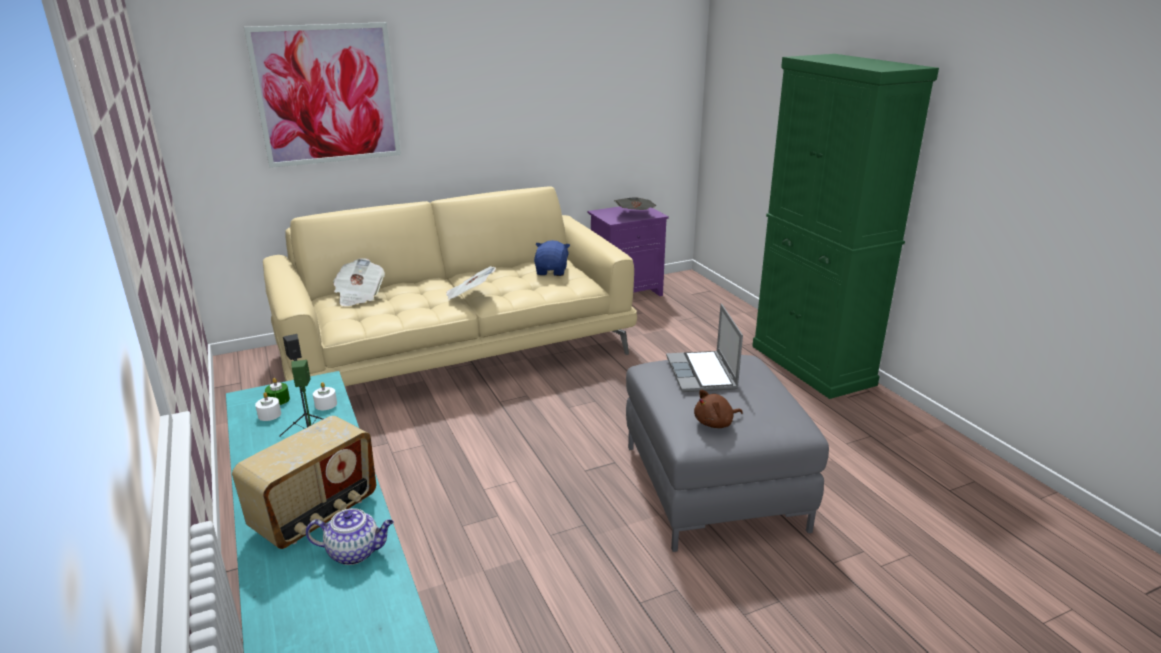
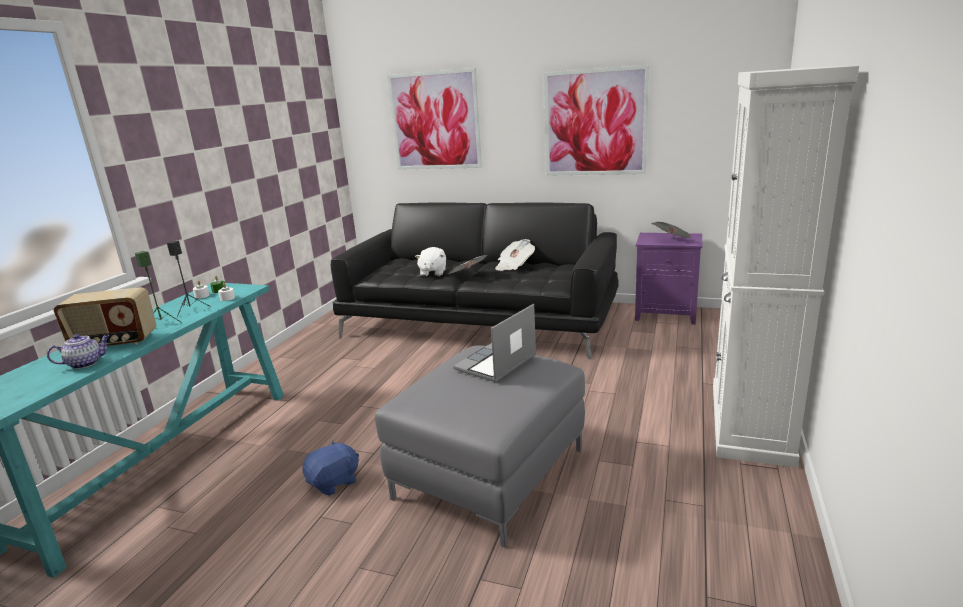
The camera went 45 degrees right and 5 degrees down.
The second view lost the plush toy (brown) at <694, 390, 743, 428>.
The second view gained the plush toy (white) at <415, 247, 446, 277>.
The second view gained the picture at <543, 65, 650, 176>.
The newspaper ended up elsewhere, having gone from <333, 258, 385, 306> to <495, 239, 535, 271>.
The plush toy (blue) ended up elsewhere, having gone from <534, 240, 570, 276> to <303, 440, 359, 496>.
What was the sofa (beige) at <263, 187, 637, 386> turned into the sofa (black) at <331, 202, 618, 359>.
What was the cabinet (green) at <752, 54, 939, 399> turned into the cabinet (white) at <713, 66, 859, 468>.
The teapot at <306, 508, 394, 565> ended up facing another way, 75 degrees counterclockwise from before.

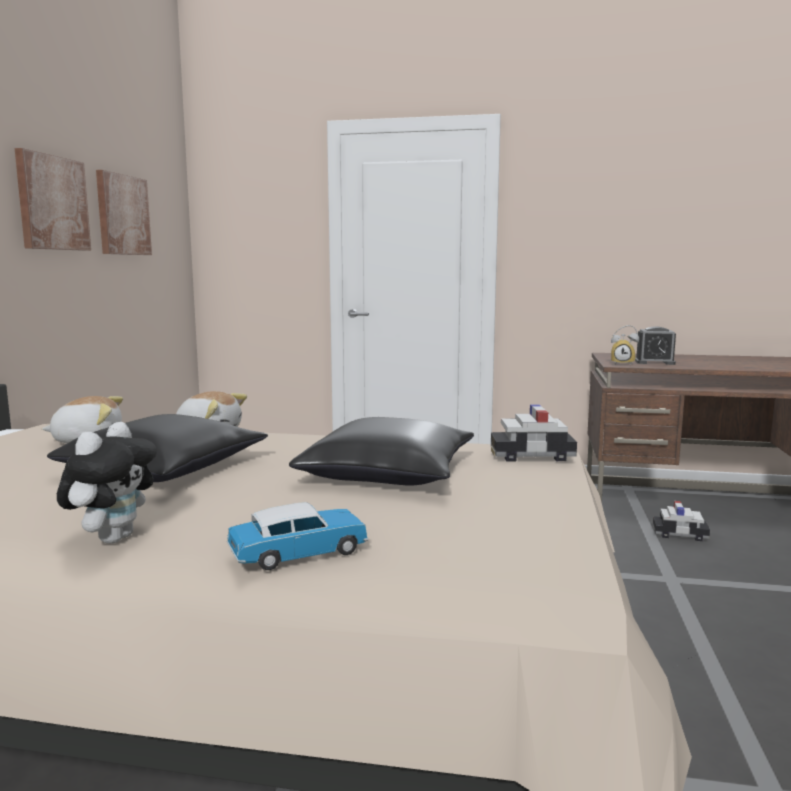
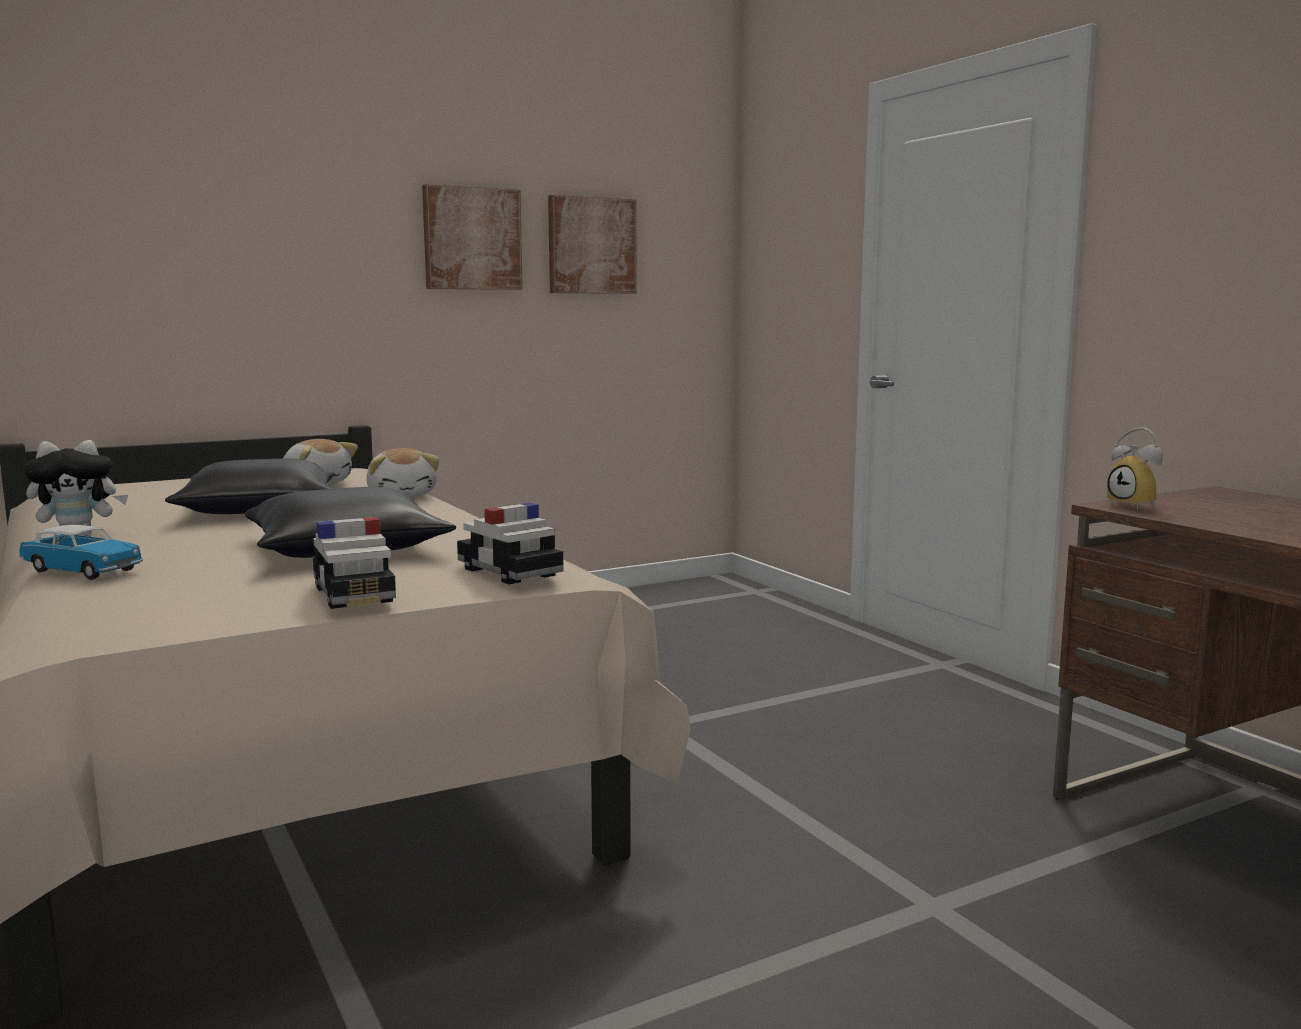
The camera went 50 degrees right and 0 degrees up.
The second view lost the alarm clock at <635, 326, 676, 365>.
The toy car ended up elsewhere, having gone from <653, 501, 710, 541> to <313, 517, 396, 609>.

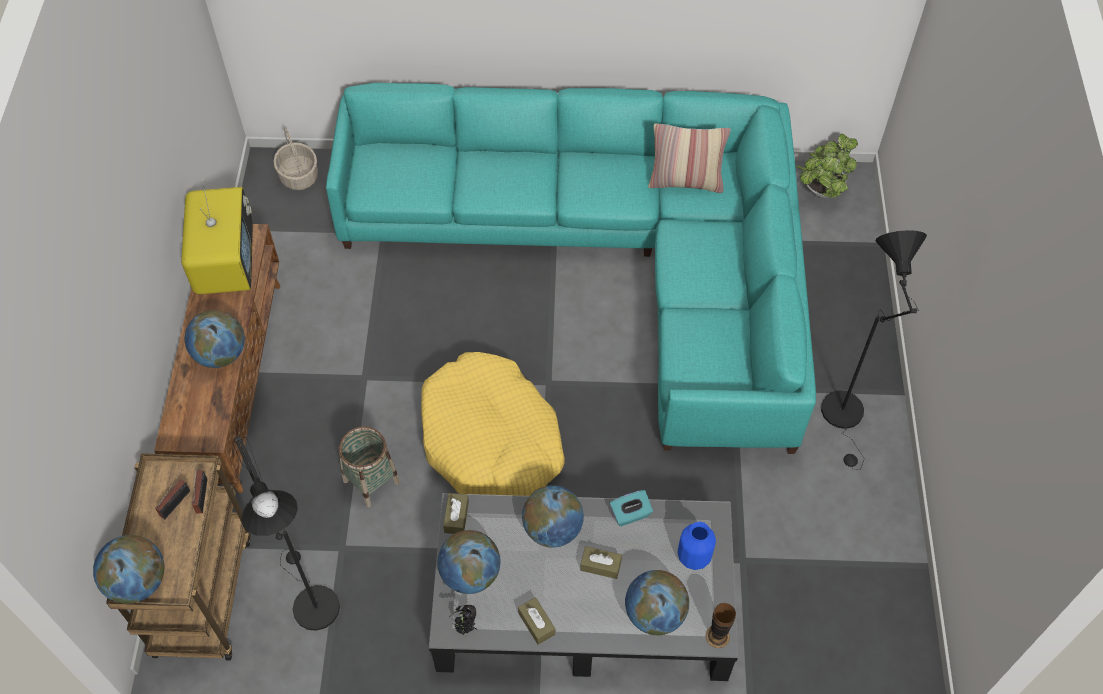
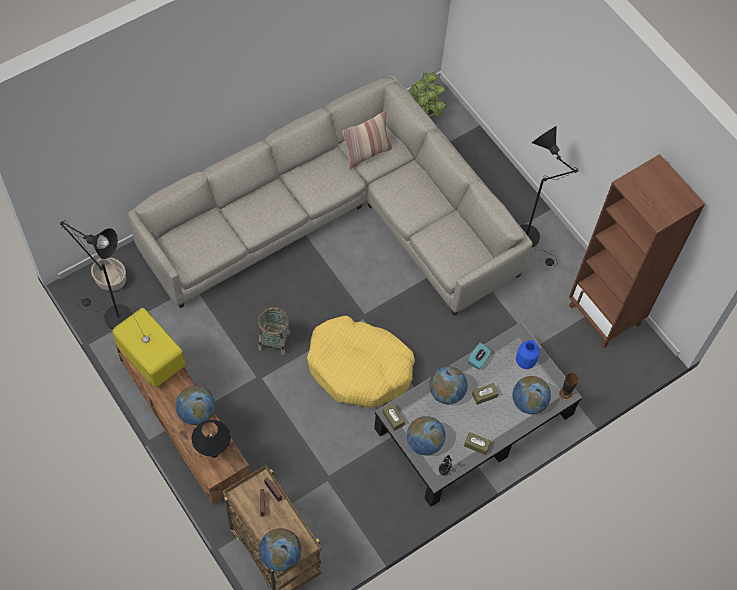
The camera went 40 degrees left and 5 degrees up.
The second view gained the table lamp (black) at <191, 420, 231, 458>.
The second view gained the bookcase (brown) at <569, 154, 705, 348>.
The floor lamp (black) ended up elsewhere, having gone from <233, 436, 340, 631> to <60, 220, 132, 329>.
The basket ended up elsewhere, having gone from <338, 426, 400, 508> to <258, 307, 290, 355>.
What was the sofa (turquoise) at <326, 83, 816, 454> turned into the sofa (grey) at <128, 74, 532, 316>.

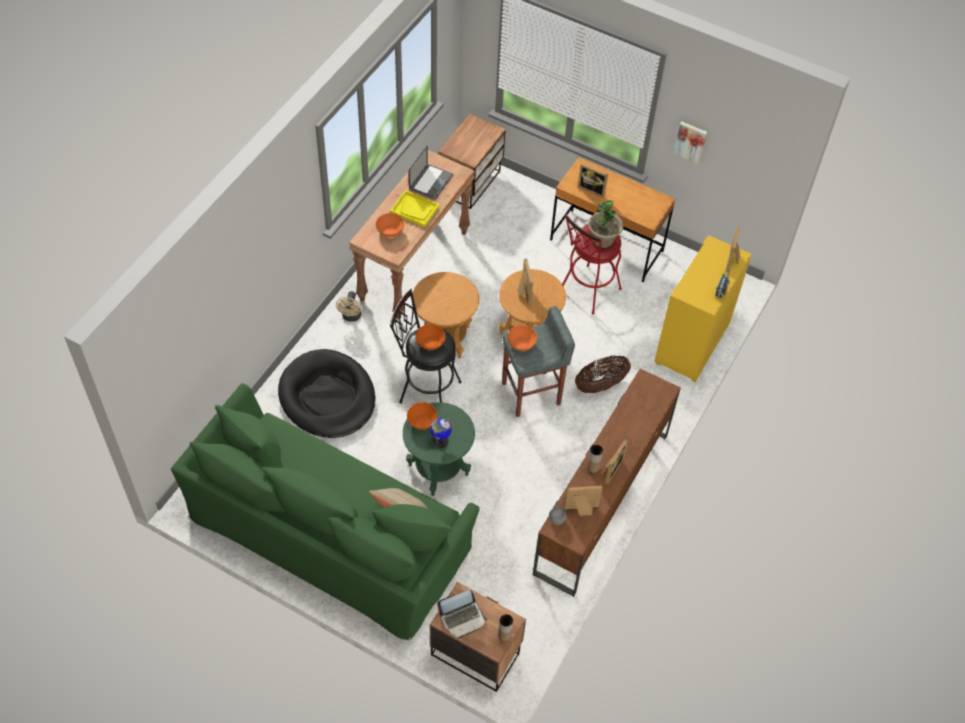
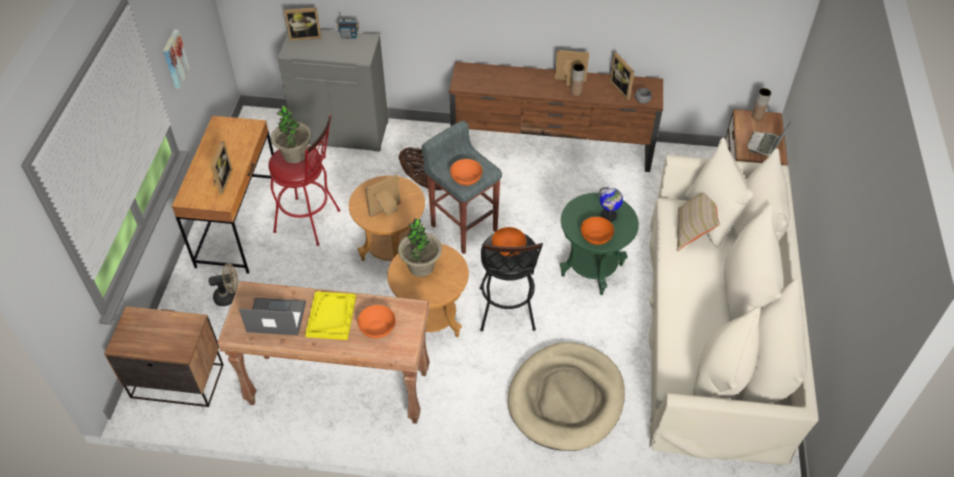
The camera went 110 degrees left and 5 degrees down.
The second view gained the potted plant at <398, 219, 442, 277>.
The fan (beige) ended up elsewhere, having gone from <336, 291, 361, 322> to <208, 263, 238, 306>.
What was the sofa (green) at <171, 383, 479, 640> turned into the sofa (beige) at <649, 137, 819, 465>.
What was the dog bed (black) at <278, 349, 375, 438> turned into the dog bed (beige) at <508, 342, 625, 451>.
What was the cabinet (yellow) at <654, 235, 752, 382> turned into the cabinet (grey) at <278, 30, 388, 152>.
The laptop at <437, 590, 487, 639> ended up facing another way, 105 degrees counterclockwise from before.

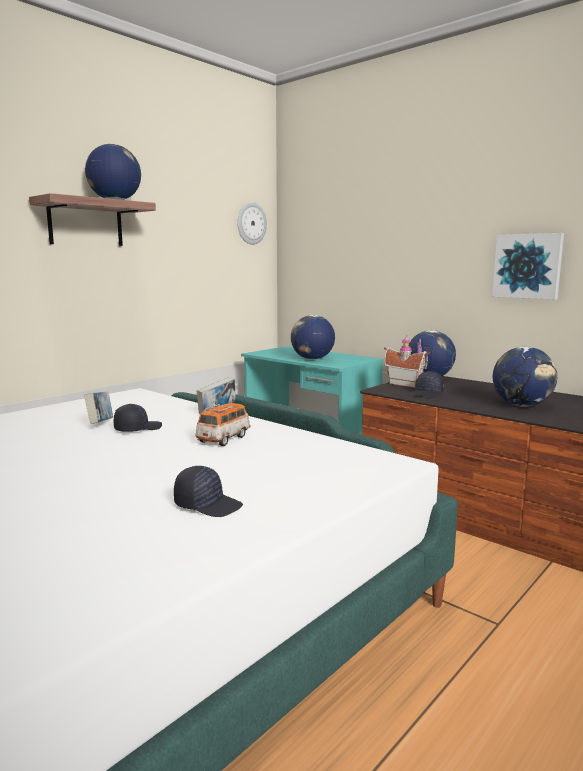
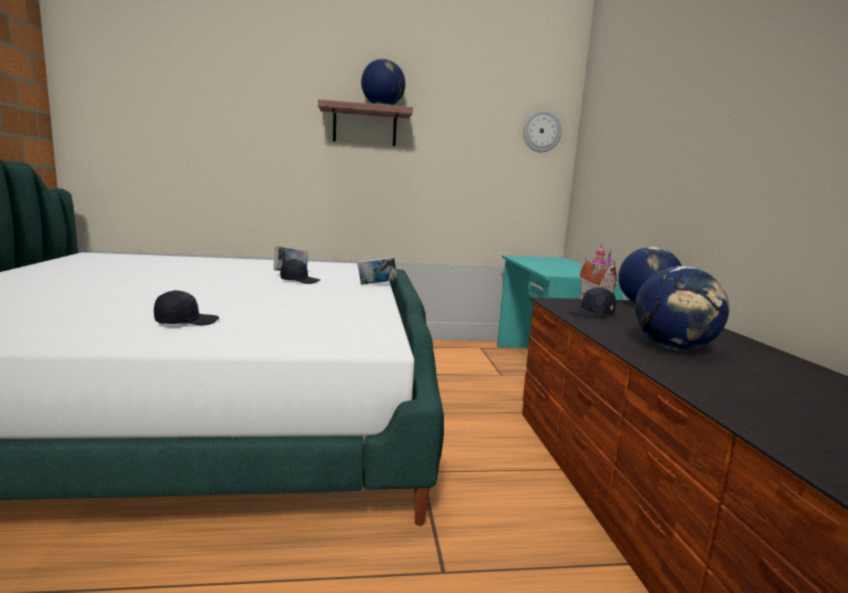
The camera went 40 degrees right and 0 degrees up.
The second view lost the toy car at <195, 403, 250, 446>.
The second view lost the globe at <291, 315, 335, 360>.
The second view lost the picture at <492, 233, 564, 299>.
The cap (black) at <174, 466, 243, 517> ended up facing another way, 90 degrees counterclockwise from before.

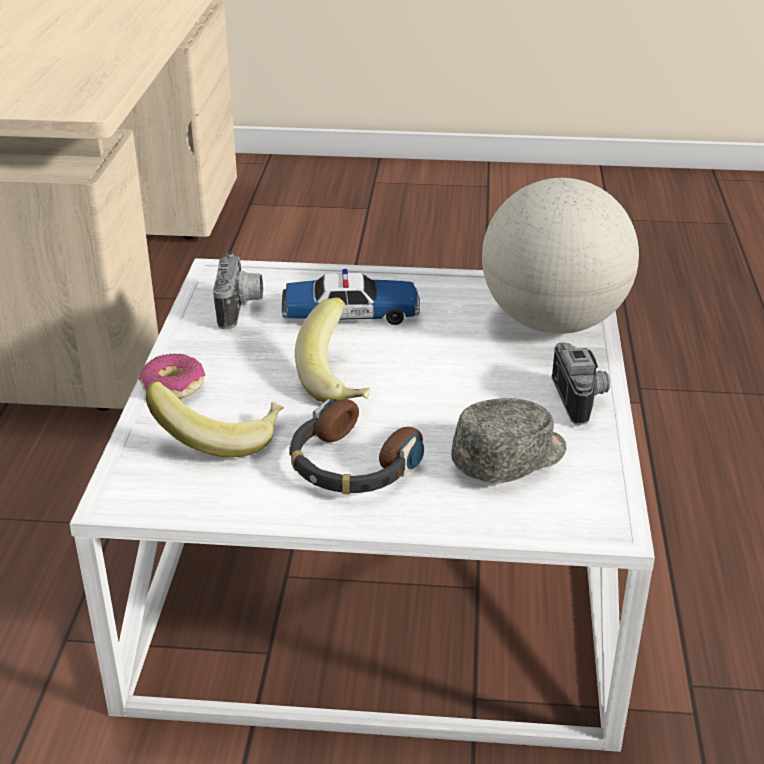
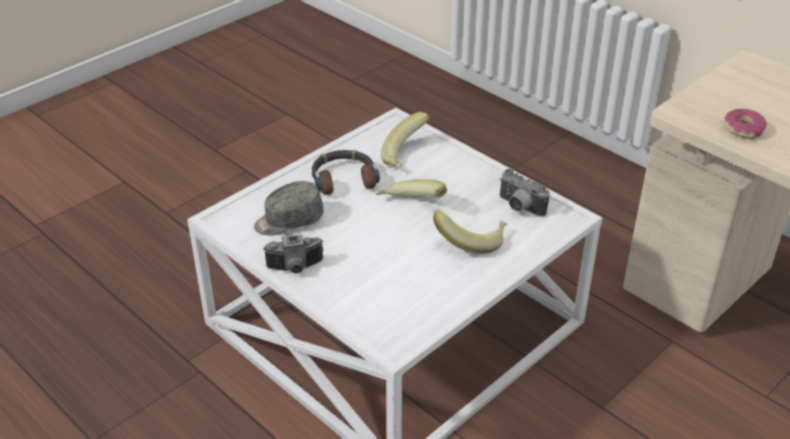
The camera went 130 degrees right and 5 degrees up.
The second view lost the globe at <482, 178, 639, 334>.
The donut ended up elsewhere, having gone from <139, 354, 205, 399> to <724, 109, 767, 139>.
Where the toy car stood at <282, 269, 420, 325>, the banana came to stand at <433, 210, 507, 254>.
The cap (grey) at <451, 398, 567, 483> ended up facing another way, 60 degrees clockwise from before.
The photo camera at <551, 342, 610, 425> ended up facing another way, 45 degrees counterclockwise from before.

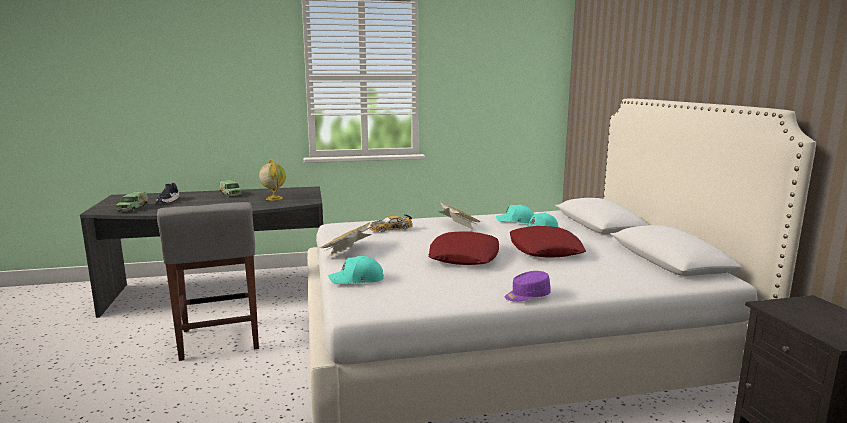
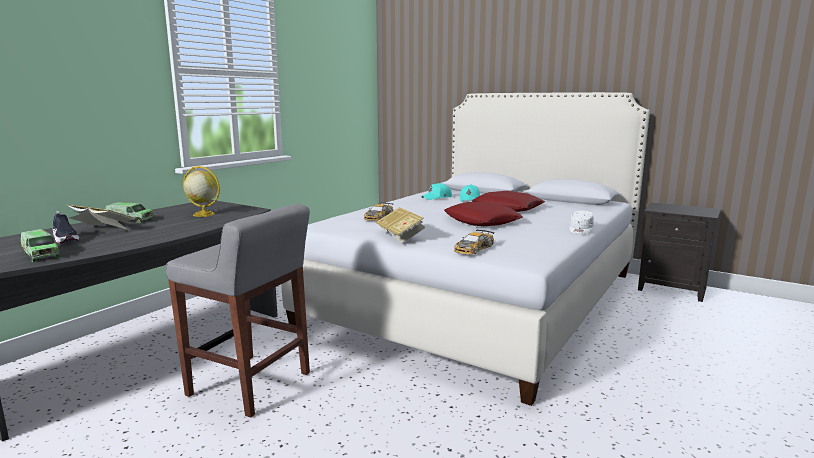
The camera went 45 degrees left and 0 degrees up.
The book ended up elsewhere, having gone from <439, 202, 481, 230> to <68, 205, 137, 230>.
Where the cap (turquoise) stood at <328, 256, 384, 284>, the toy car came to stand at <454, 229, 494, 254>.
What was the cap (purple) at <505, 271, 550, 302> turned into the cap (white) at <569, 210, 594, 234>.

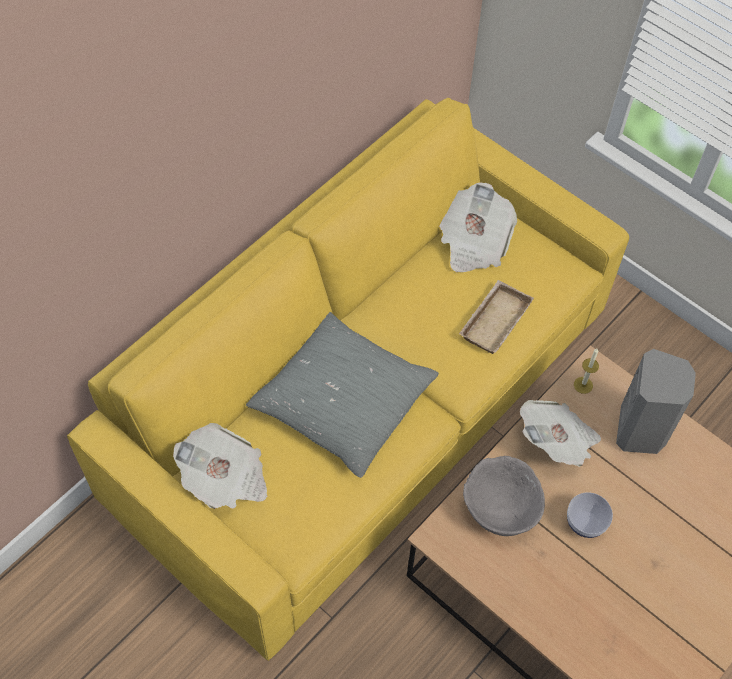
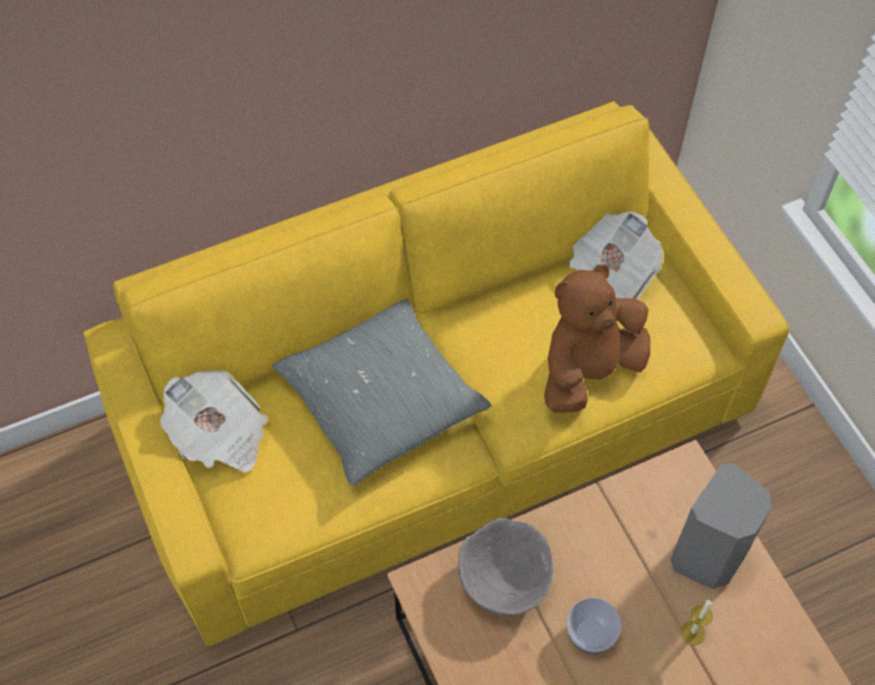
The camera went 25 degrees right and 0 degrees up.
The second view lost the newspaper at <520, 400, 601, 467>.
The candle ended up elsewhere, having gone from <574, 349, 599, 394> to <681, 600, 713, 645>.
Where the tray (beige) stood at <459, 280, 534, 354>, the plush toy (brown) came to stand at <544, 264, 650, 413>.

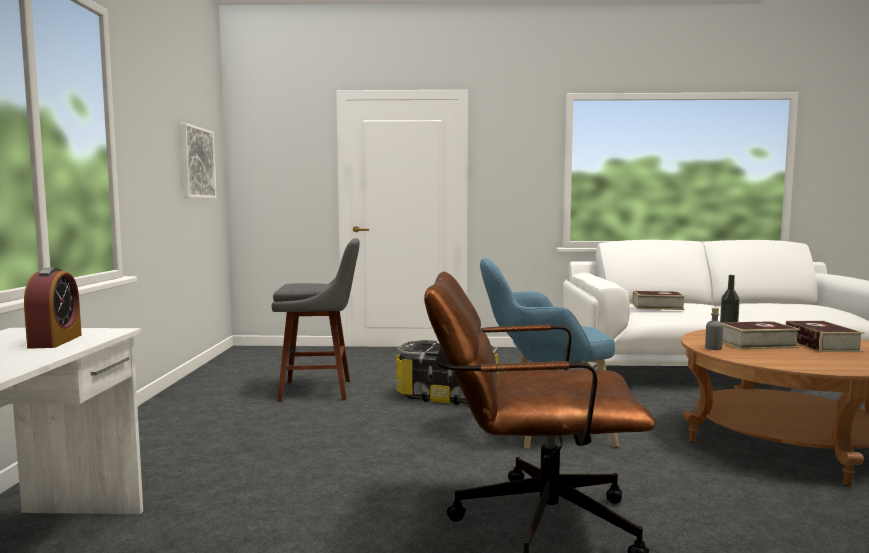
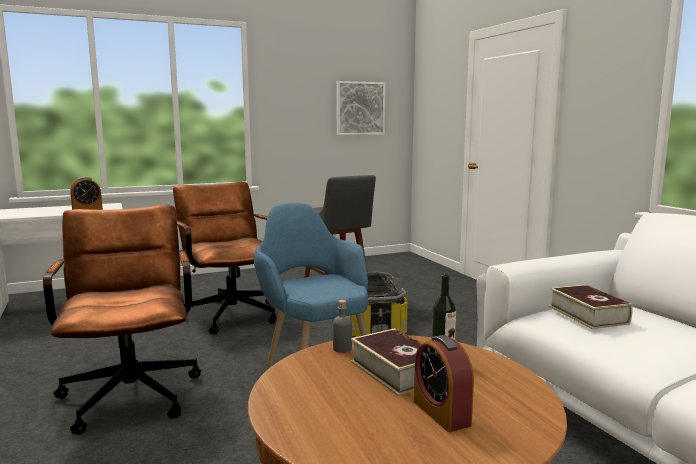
The camera went 65 degrees right and 5 degrees up.
The second view gained the office chair (brown) at <173, 182, 277, 334>.
Where the book stood at <785, 321, 865, 352>, the alarm clock came to stand at <414, 335, 474, 432>.

